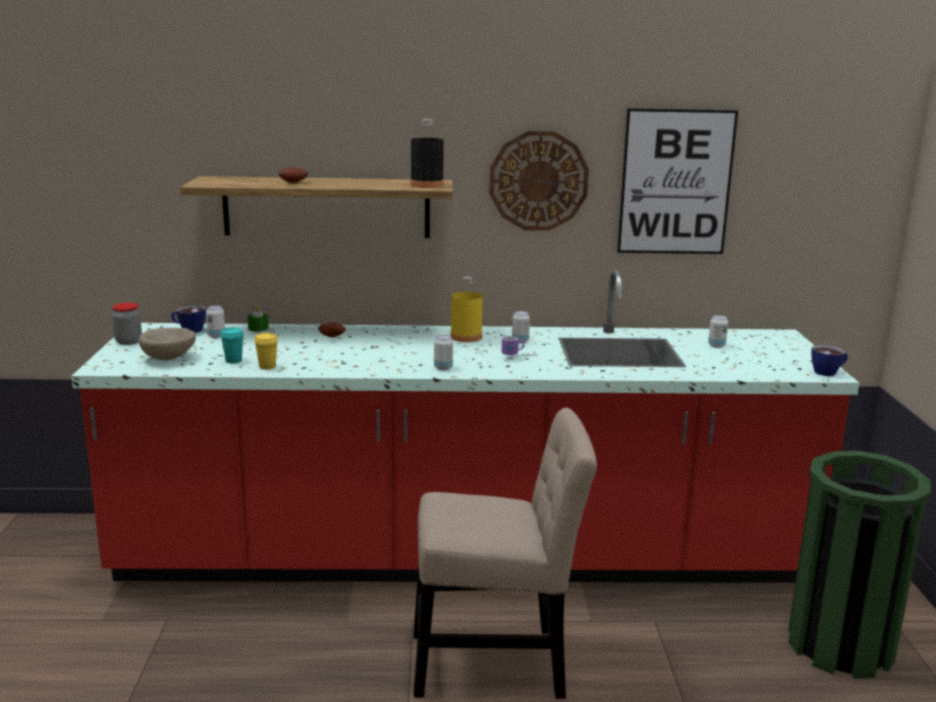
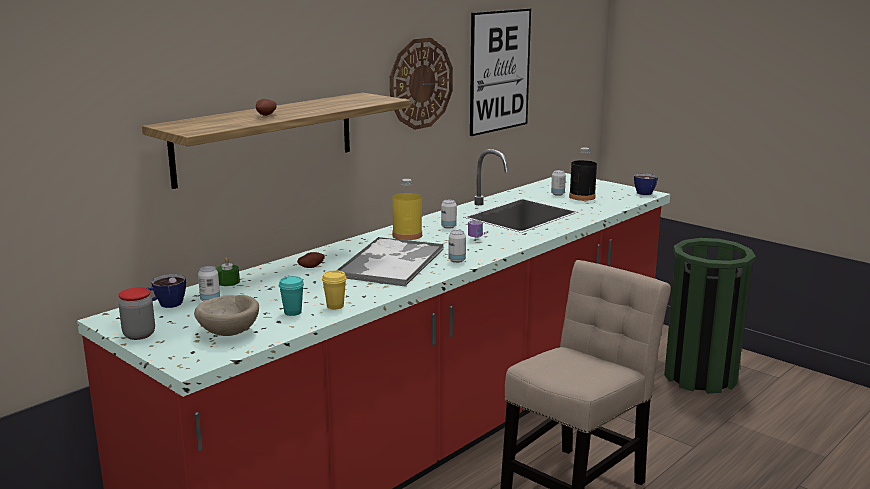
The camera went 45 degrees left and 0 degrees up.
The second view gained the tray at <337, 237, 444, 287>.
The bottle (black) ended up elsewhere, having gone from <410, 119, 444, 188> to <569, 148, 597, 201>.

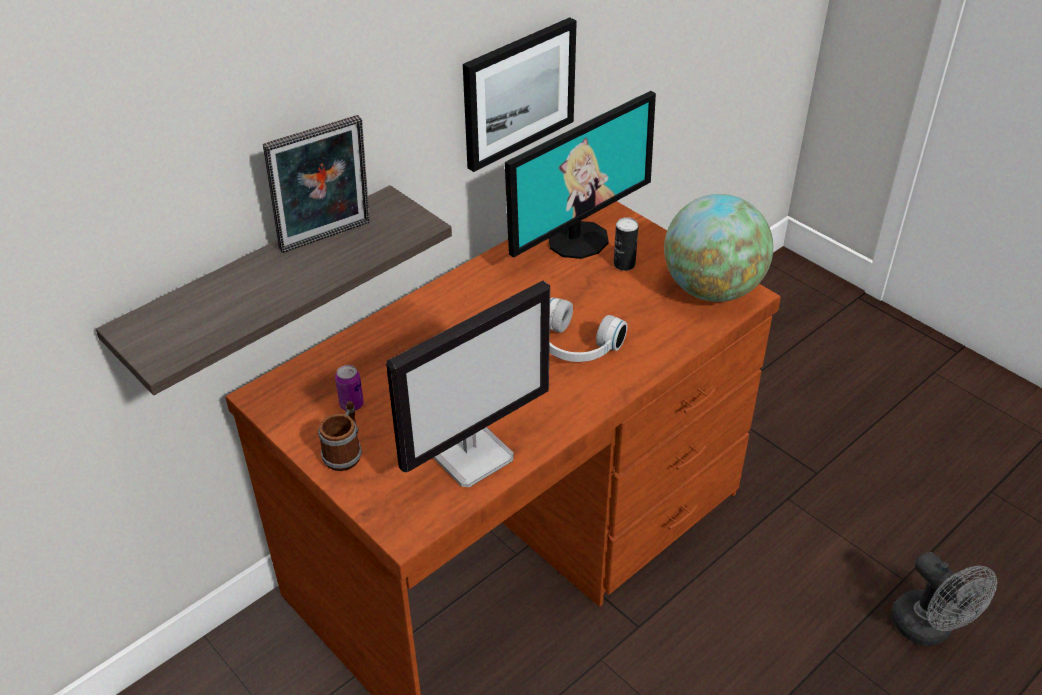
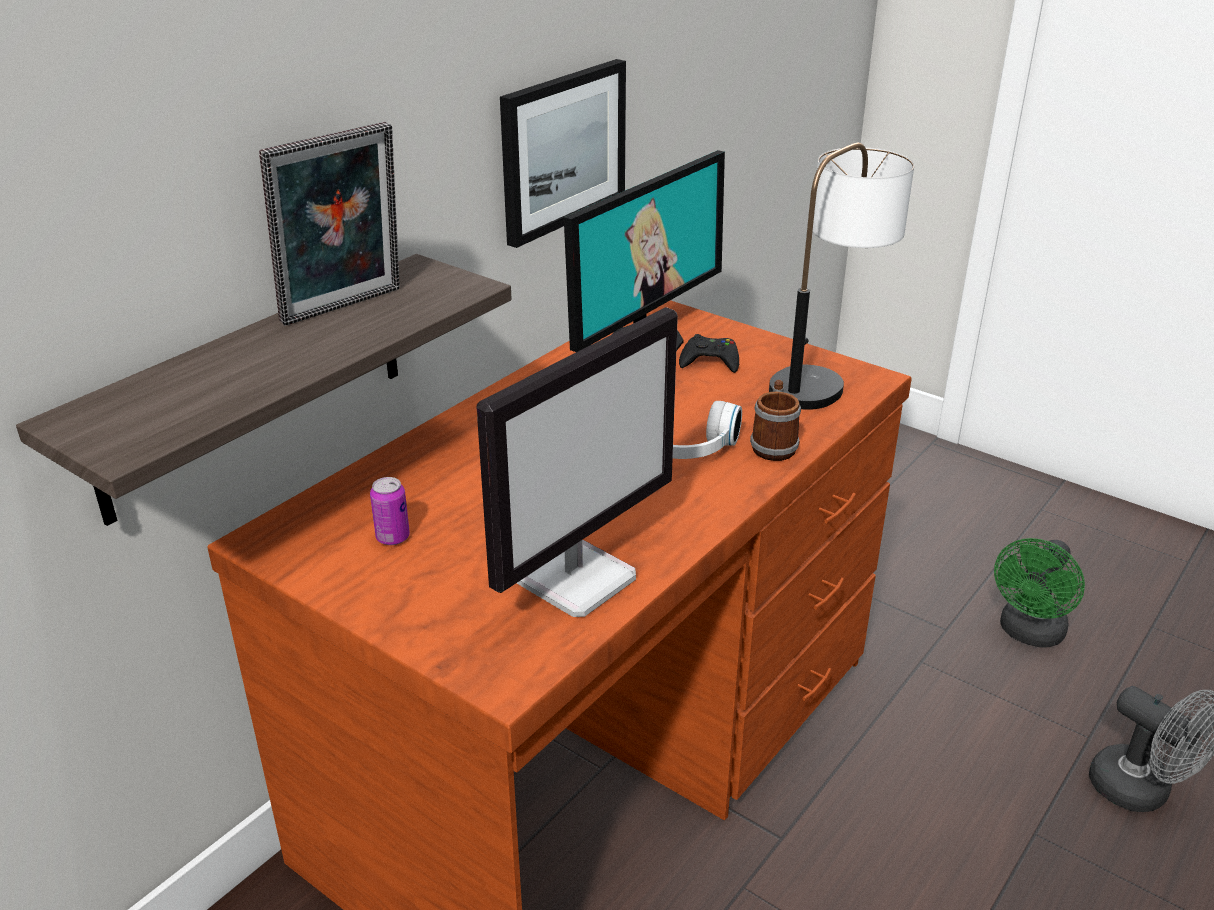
The camera went 10 degrees left and 10 degrees down.
The second view gained the fan (green) at <994, 538, 1085, 648>.
The mug ended up elsewhere, having gone from <318, 401, 362, 471> to <750, 380, 801, 461>.
Where the can stood at <614, 217, 639, 271>, the game controller (black) came to stand at <679, 334, 739, 373>.
Where the globe stood at <664, 194, 773, 302>, the table lamp came to stand at <769, 142, 914, 410>.

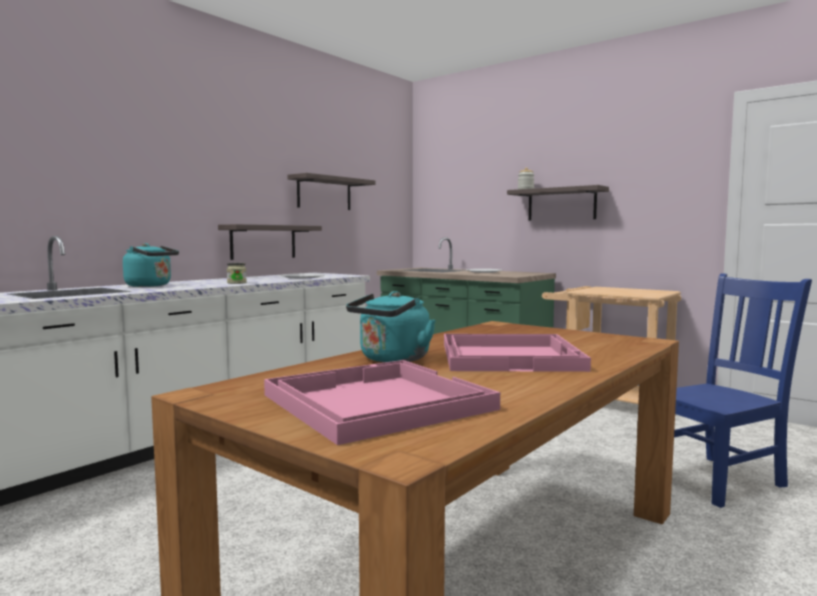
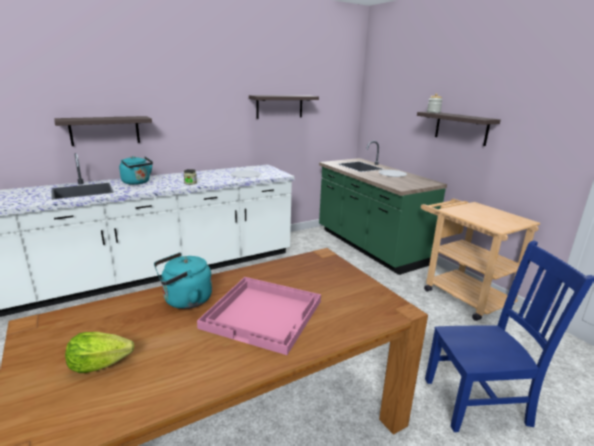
The camera went 20 degrees right and 15 degrees up.
The shelf ended up elsewhere, having gone from <218, 224, 322, 260> to <54, 116, 152, 146>.
Where the tray (pink) stood at <264, 360, 500, 445>, the lettuce came to stand at <65, 332, 134, 373>.

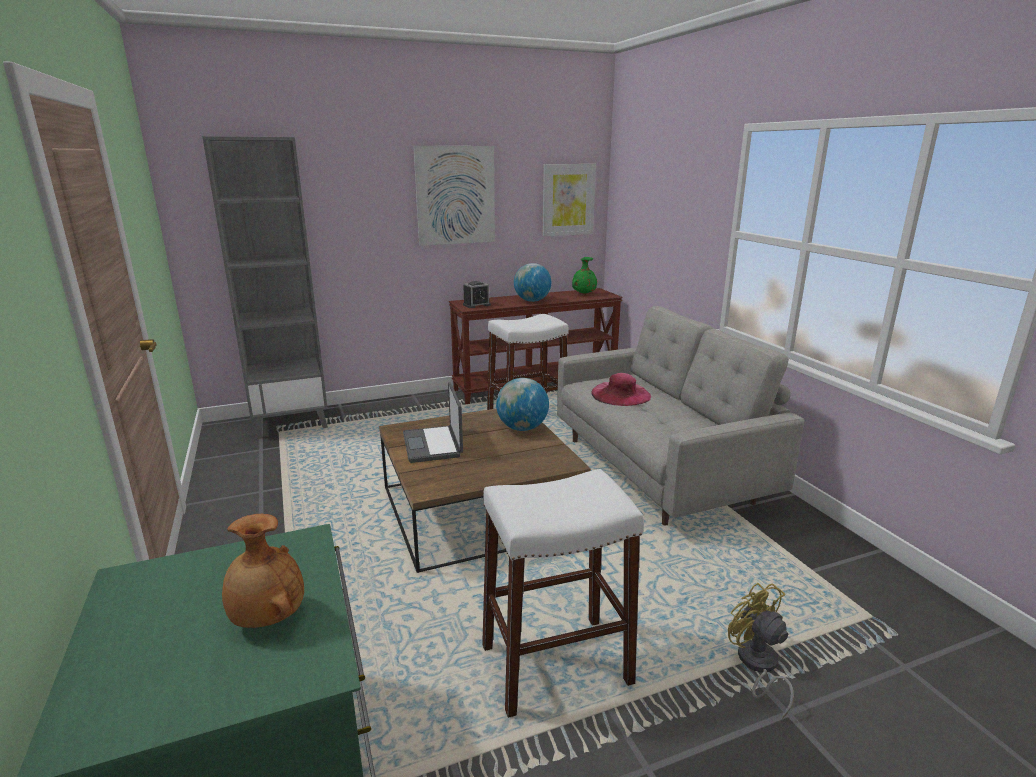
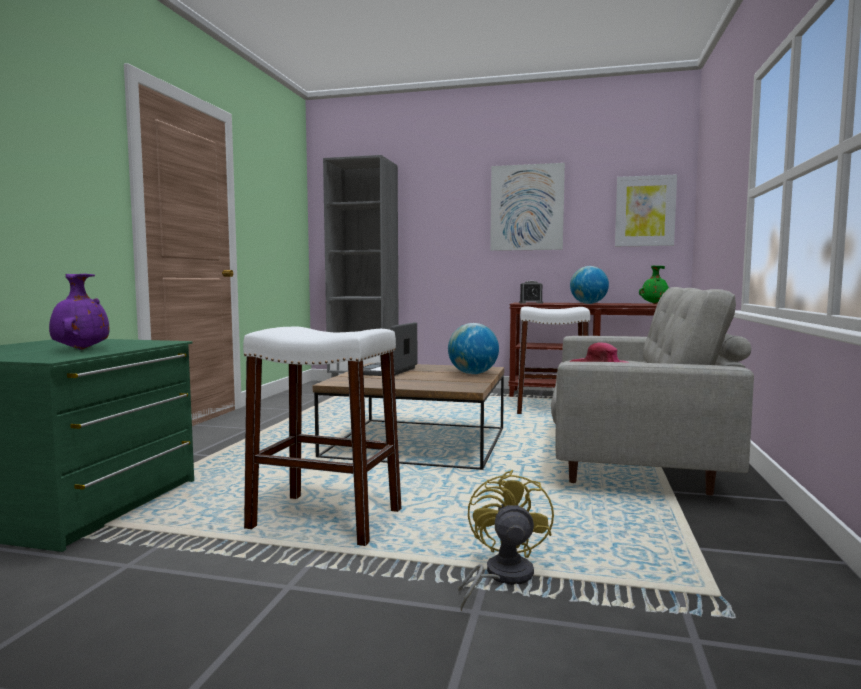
The camera went 35 degrees right and 15 degrees down.
What was the vase (brown) at <222, 514, 304, 628> turned into the vase (purple) at <49, 274, 109, 350>.

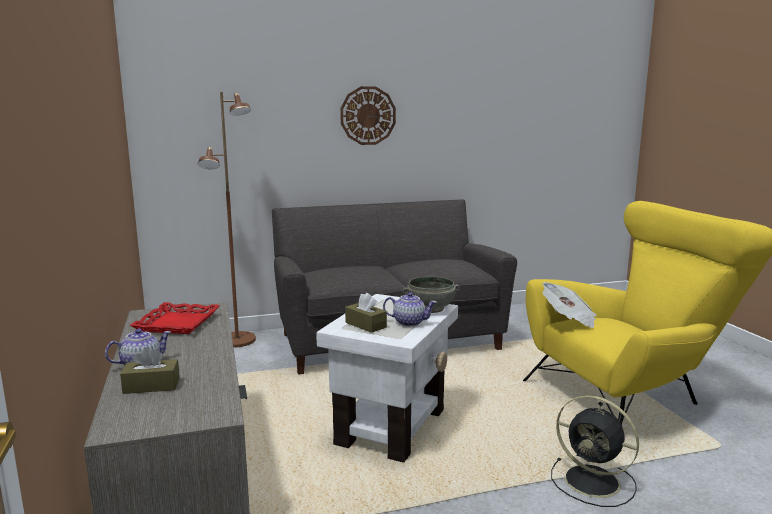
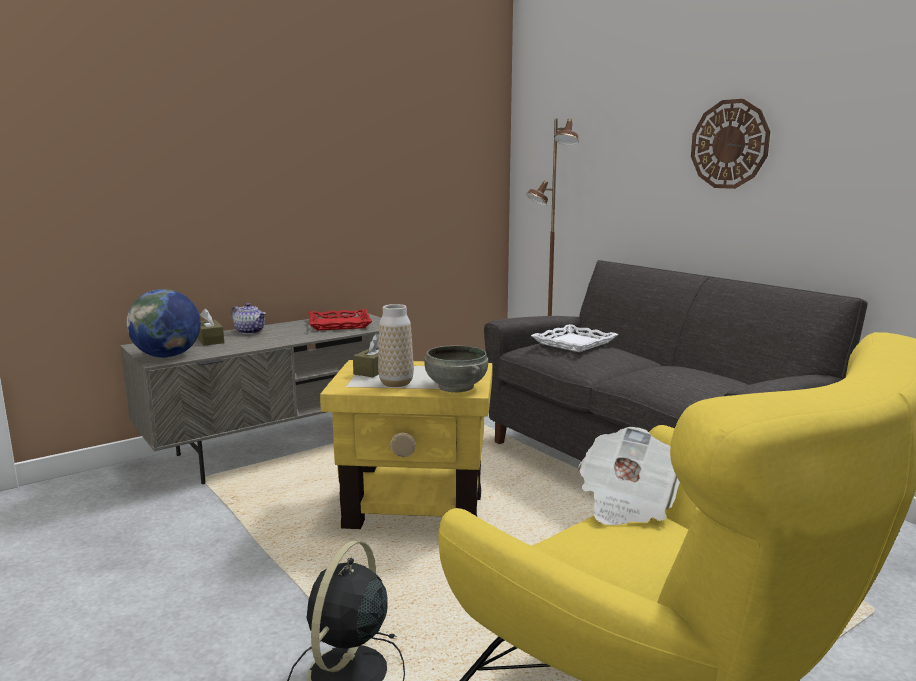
The camera went 70 degrees right and 0 degrees up.
The second view gained the globe at <126, 289, 201, 358>.
The second view gained the tray (white) at <531, 324, 619, 352>.
Where the teapot stood at <383, 292, 437, 326>, the vase came to stand at <378, 304, 414, 387>.
What was the side table (white) at <316, 294, 458, 463> turned into the side table (yellow) at <320, 360, 492, 529>.

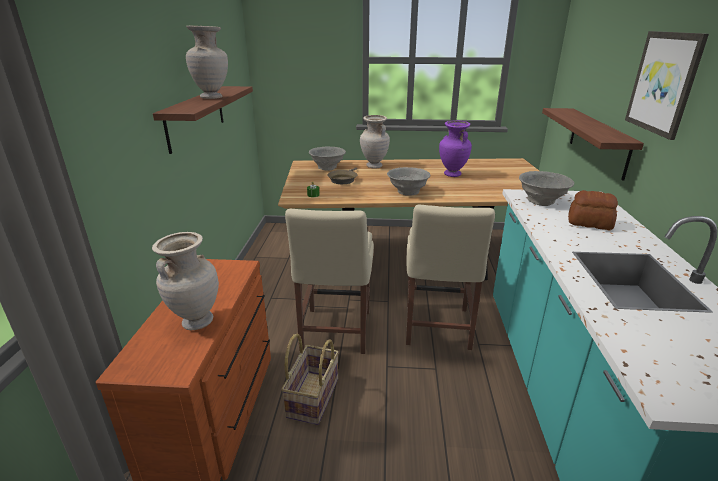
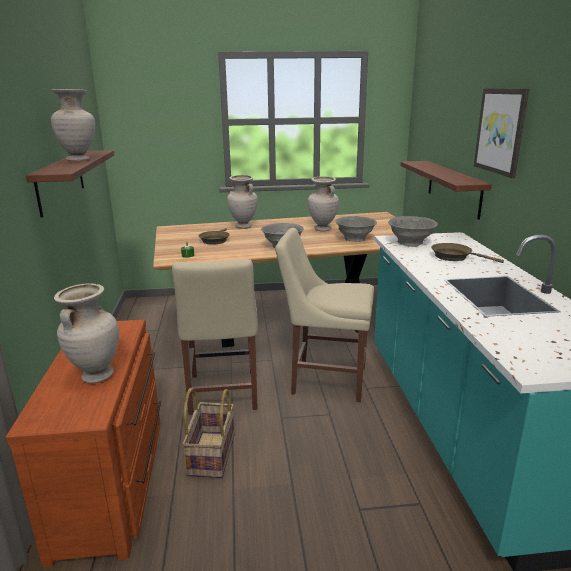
The camera went 10 degrees left and 5 degrees down.
The bowl (grey) ended up elsewhere, having gone from <309, 147, 346, 171> to <336, 216, 377, 242>.
Where the bread stood at <568, 190, 618, 230>, the frying pan (brown) came to stand at <431, 243, 504, 263>.
What was the vase (purple) at <439, 120, 472, 177> turned into the vase (beige) at <308, 176, 339, 231>.
The chair (beige) at <406, 205, 495, 350> ended up facing another way, 105 degrees clockwise from before.

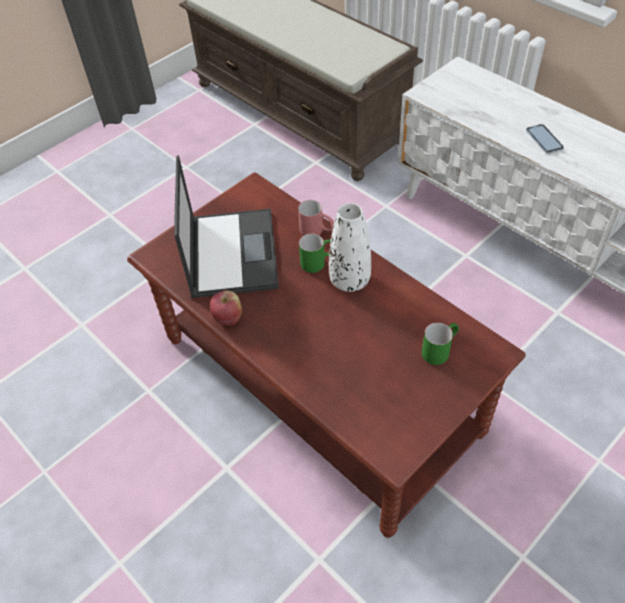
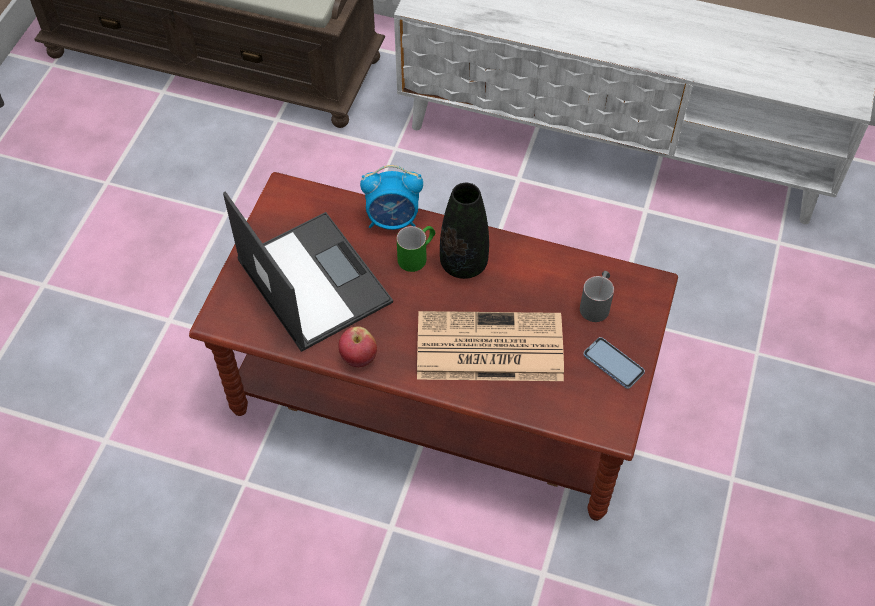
The camera went 30 degrees left and 5 degrees up.
The second view gained the newspaper at <417, 311, 564, 381>.
The phone ended up elsewhere, having gone from <526, 124, 564, 154> to <583, 337, 645, 389>.
Where the mug (red) stood at <298, 200, 334, 236>, the alarm clock came to stand at <360, 165, 423, 230>.
What was the vase (white) at <329, 203, 371, 292> turned into the vase (black) at <440, 183, 489, 279>.
What was the mug (green) at <422, 323, 459, 365> turned into the mug (grey) at <580, 271, 614, 322>.

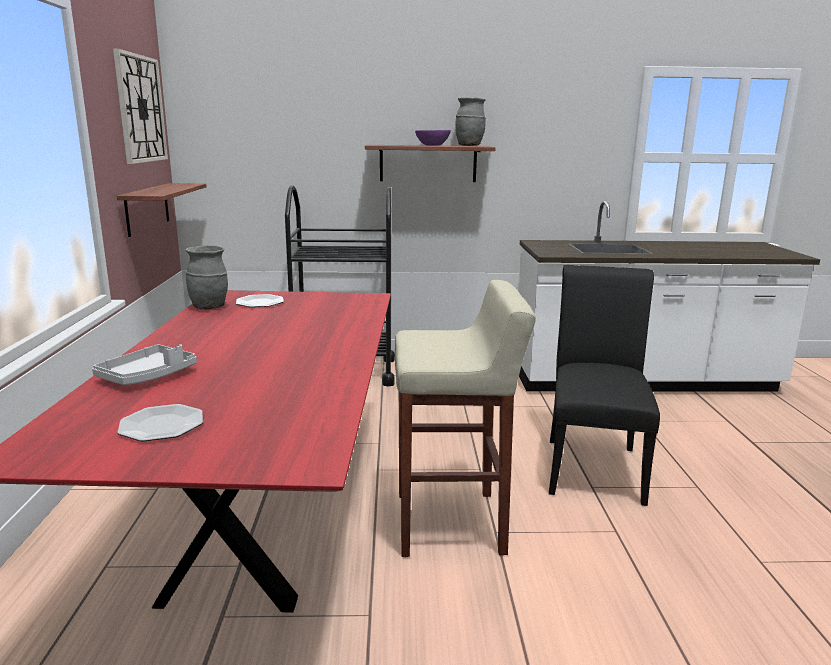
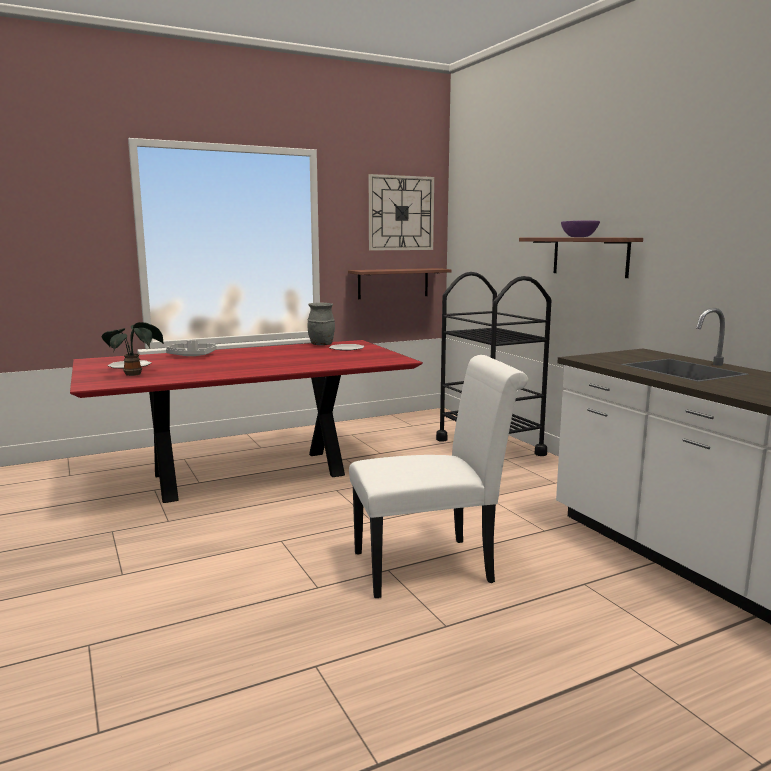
The camera went 65 degrees right and 5 degrees down.
The second view lost the stool (beige) at <395, 280, 536, 557>.
The second view lost the vase (grey) at <455, 97, 486, 146>.
The second view gained the potted plant at <102, 322, 164, 376>.
What was the chair (black) at <549, 265, 660, 506> turned into the chair (white) at <349, 355, 528, 598>.

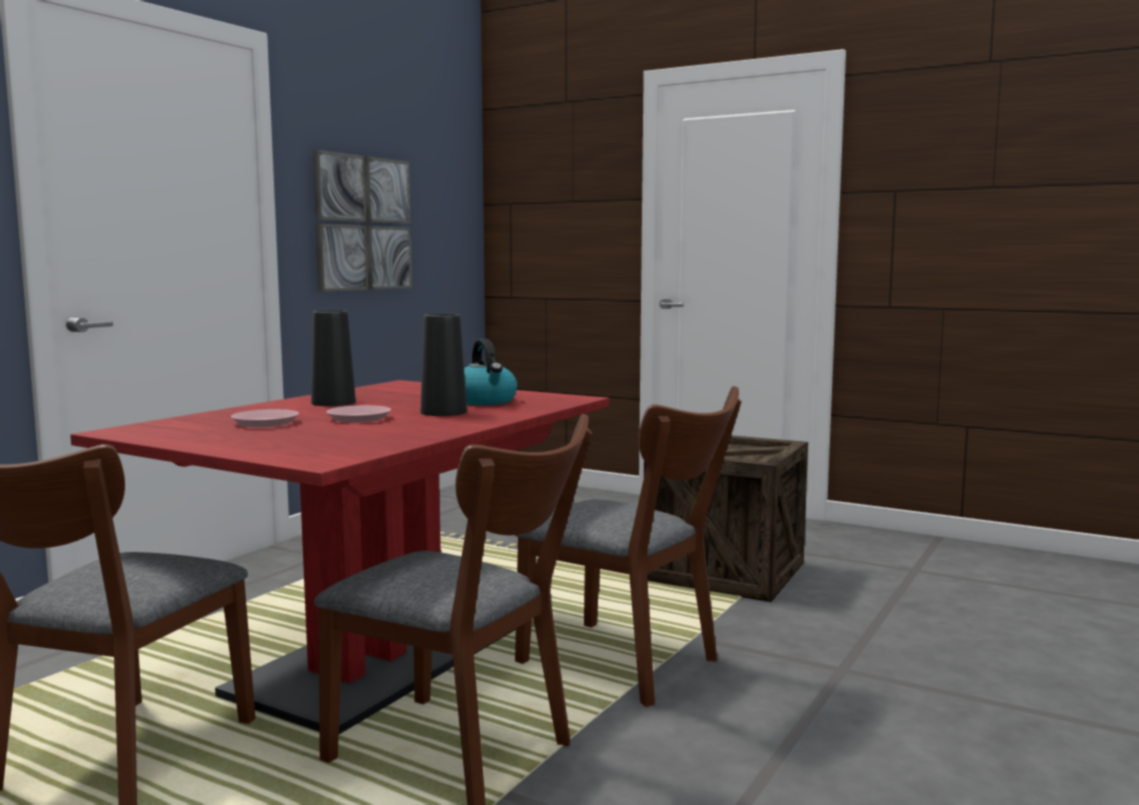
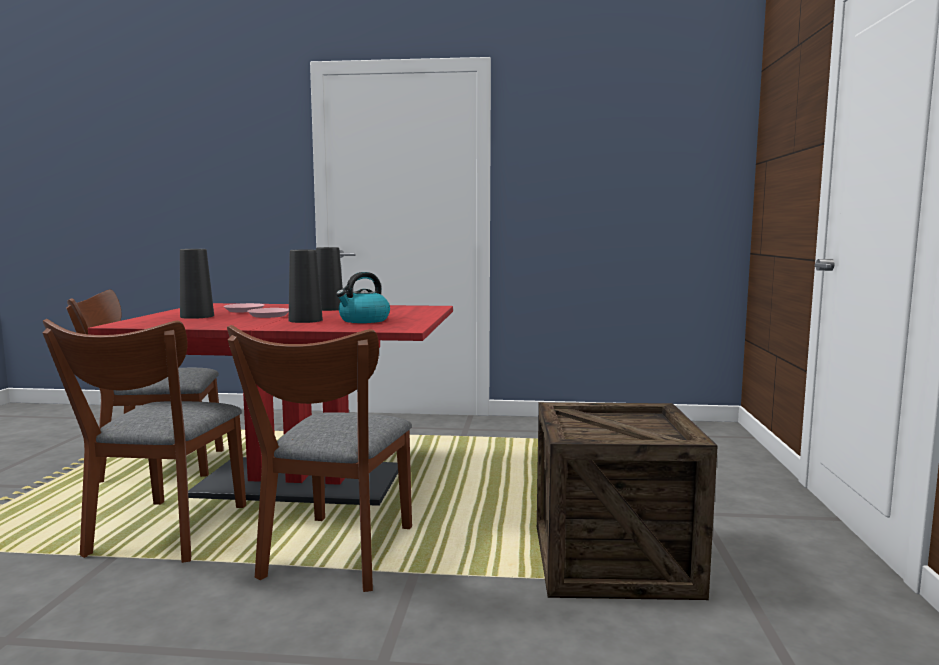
The camera went 65 degrees right and 0 degrees up.
The second view lost the picture at <312, 150, 412, 292>.
The second view gained the vase (black) at <180, 249, 214, 319>.

